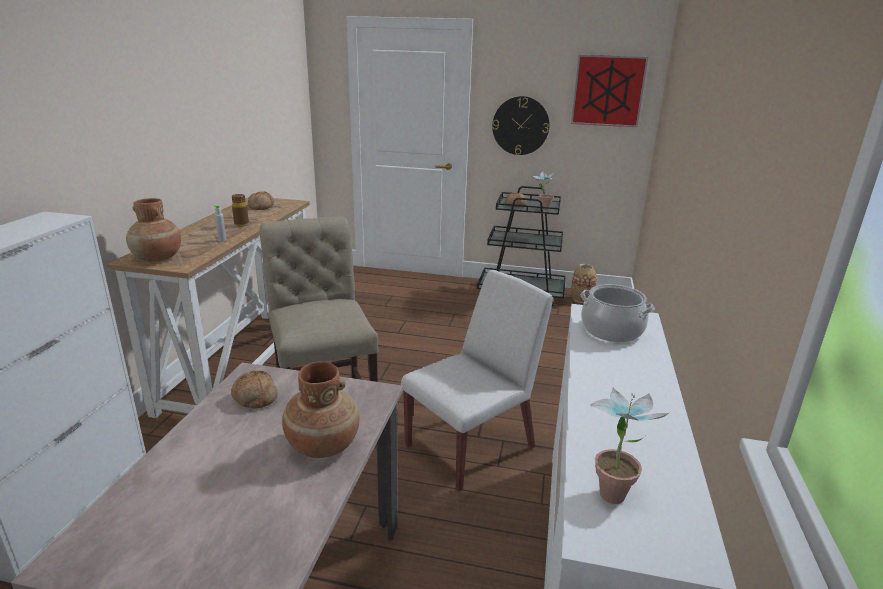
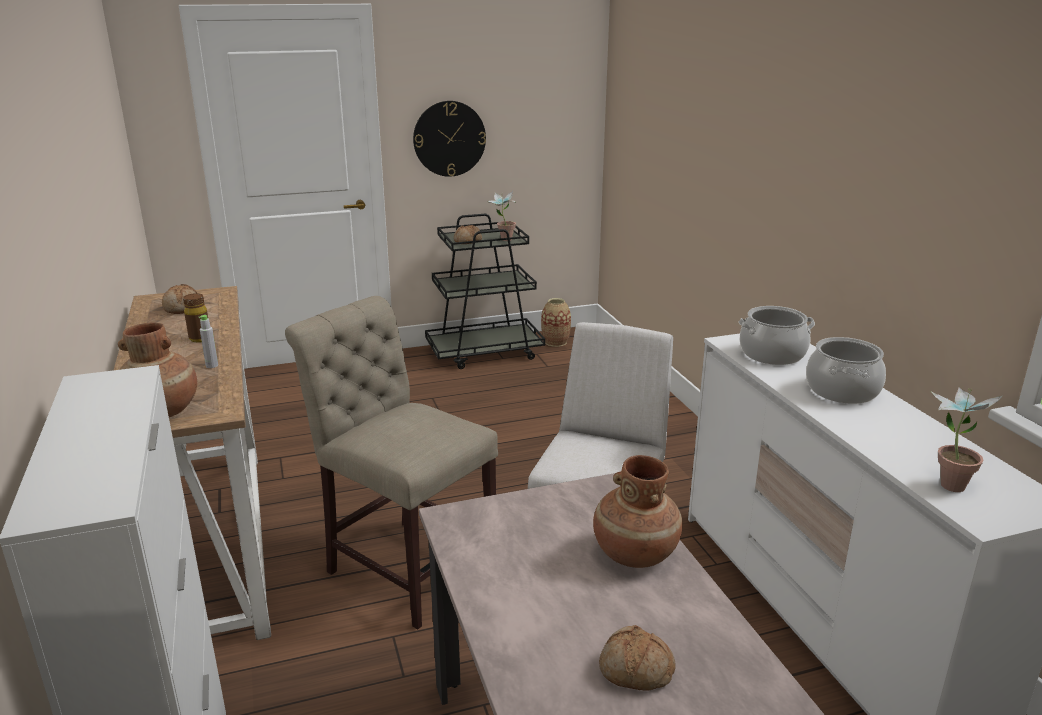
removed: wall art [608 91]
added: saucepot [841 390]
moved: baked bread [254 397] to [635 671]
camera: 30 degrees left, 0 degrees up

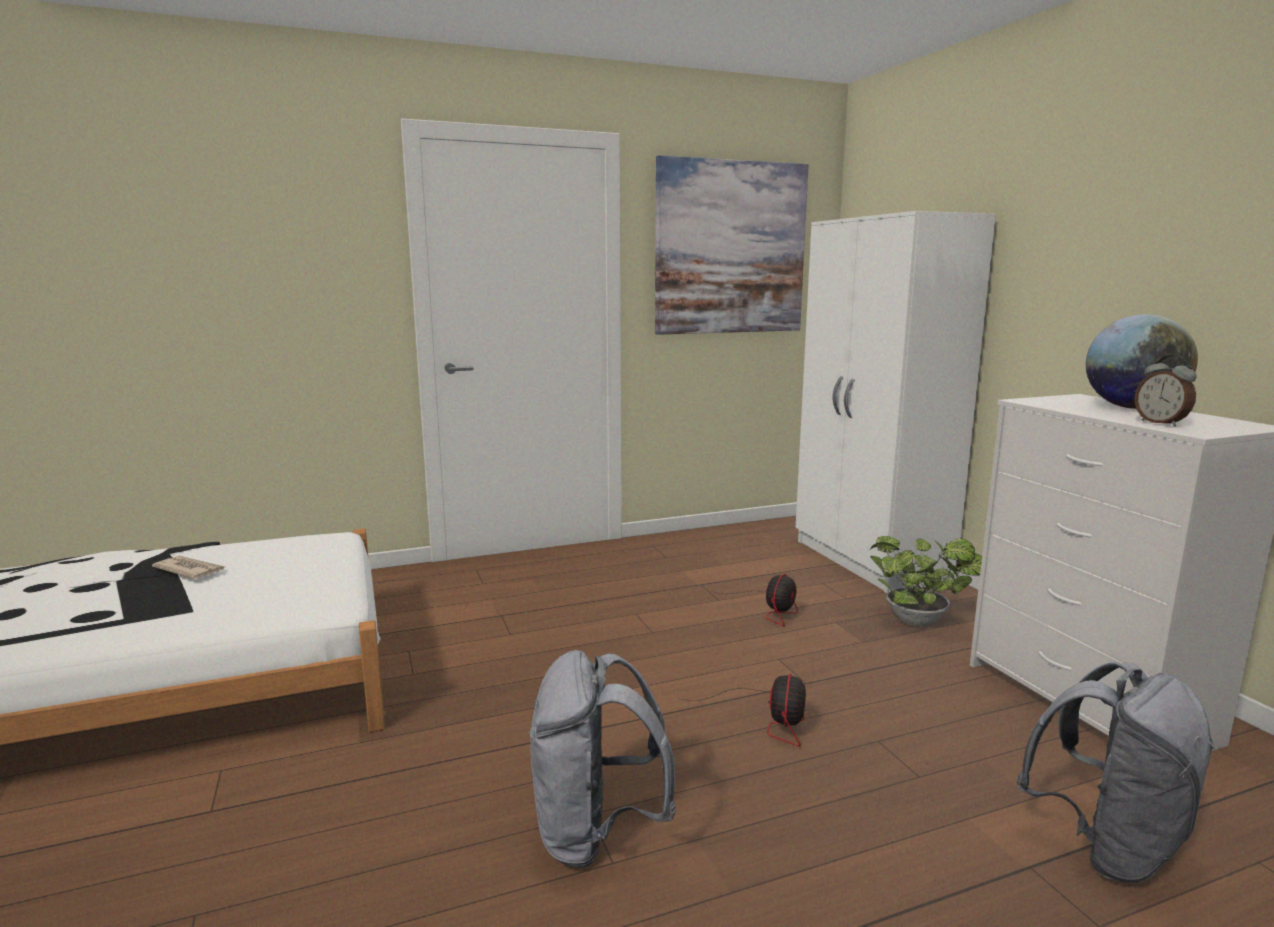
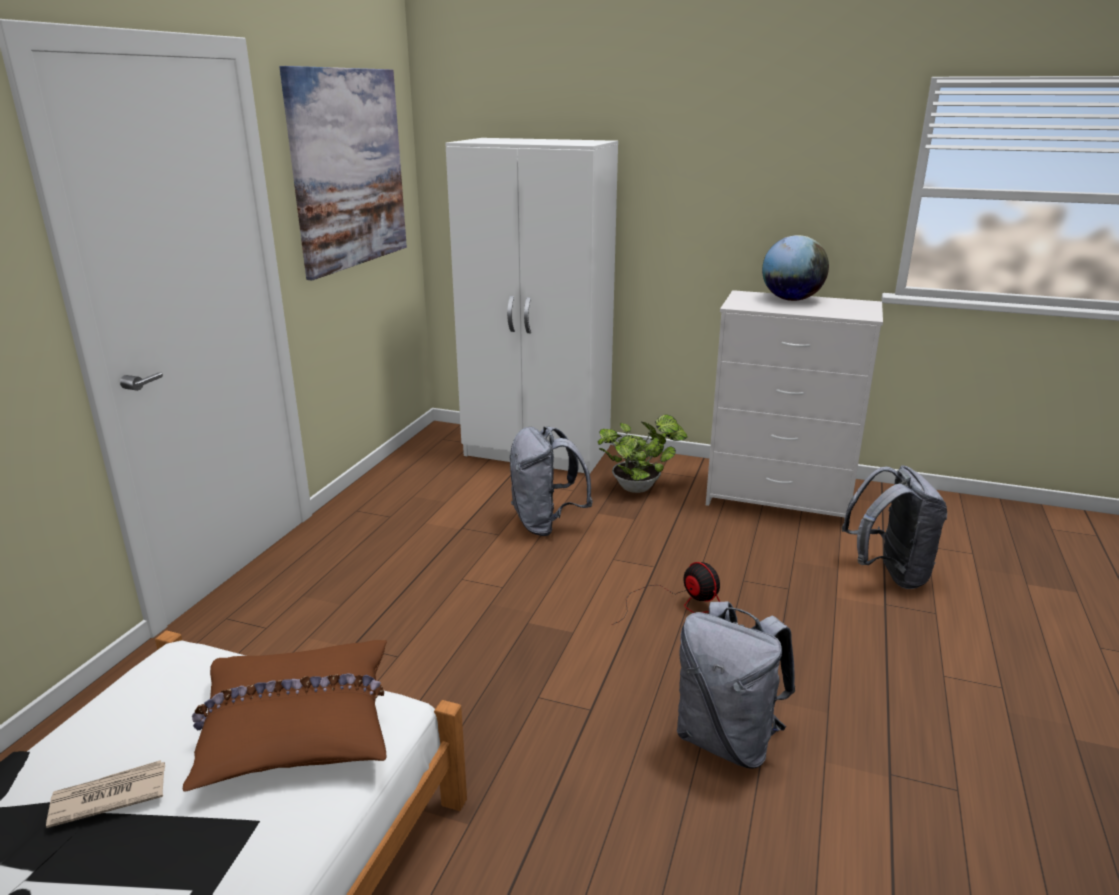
removed: alarm clock [1161 423]
added: pillow (brown-coloured) [296 726]
replaced: cooling fan [771 610] to backpack (greyish) [546 524]
camera: 50 degrees left, 10 degrees up

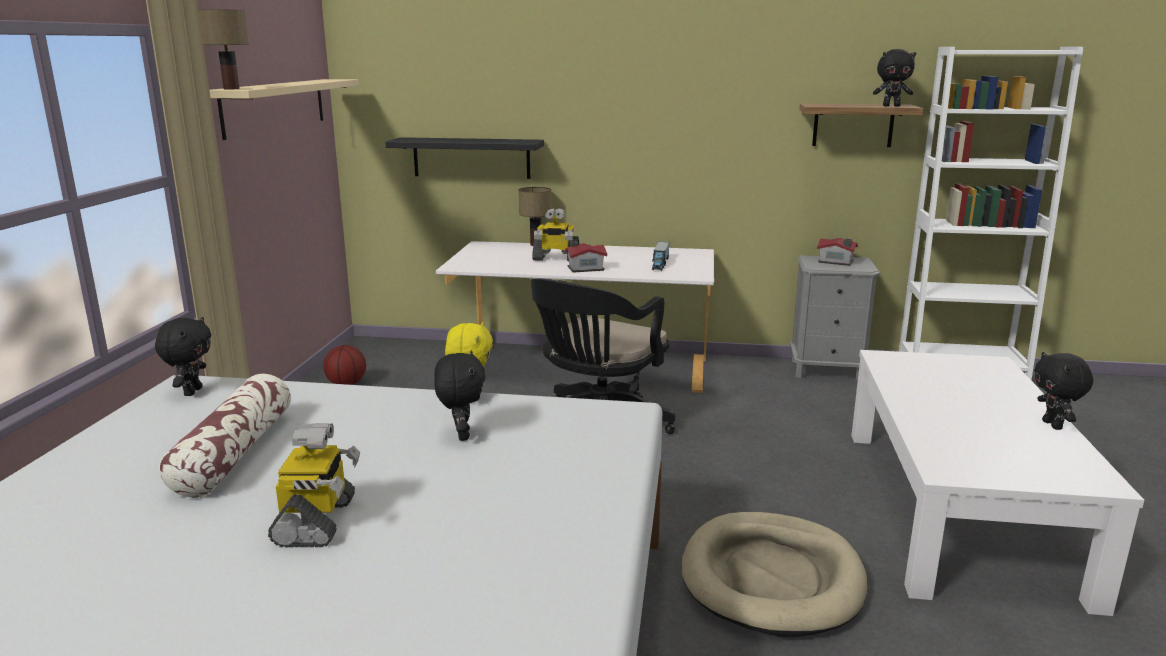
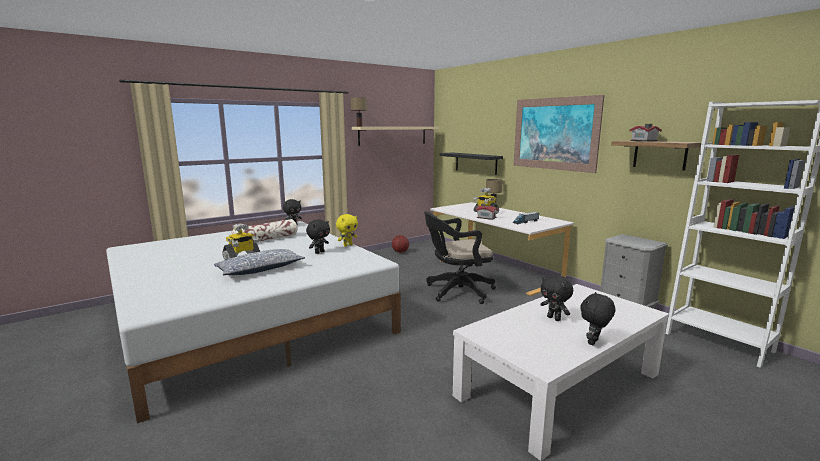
removed: dog cushion (beige-coloured) [772 578]
added: wall art [554 133]; pillow [260 270]
moved: plush toy (black-coloured) [891 106] to [554 318]; model house [836 262] to [643 141]
camera: 45 degrees right, 5 degrees down

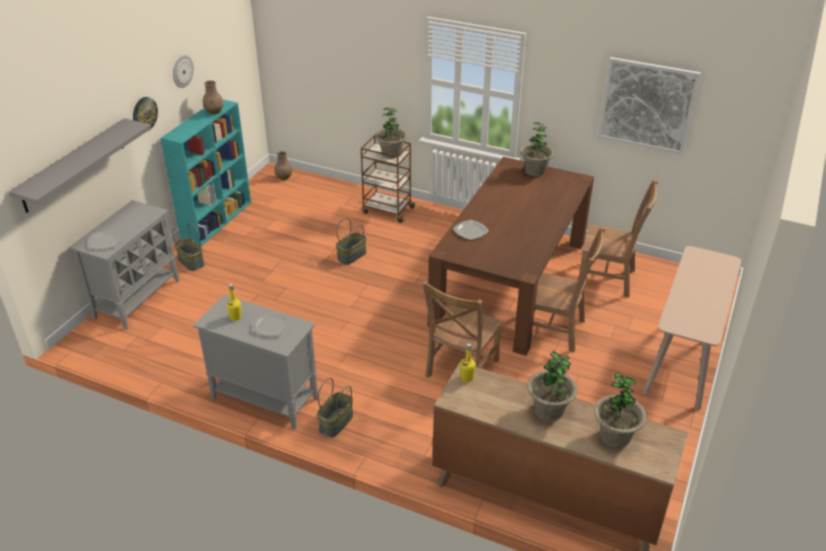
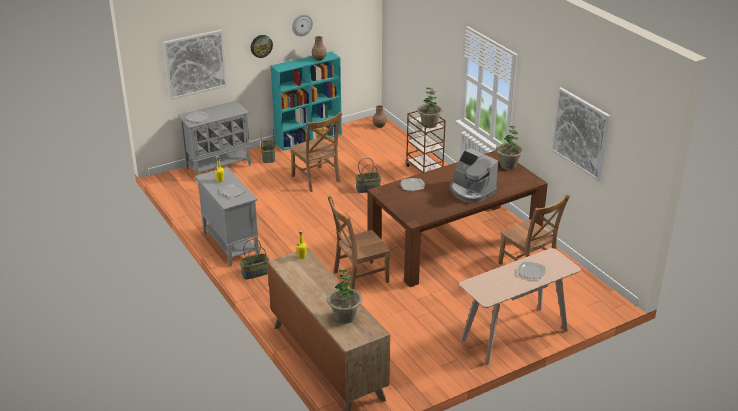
removed: plant in a pot [549 410]
added: coffee machine [471 191]; plate [531 271]
moved: upright chair (brown-coloured) [555 331] to [316 180]
replaced: shelf (greyish) [73 165] to wall art [195 64]
camera: 35 degrees right, 5 degrees down

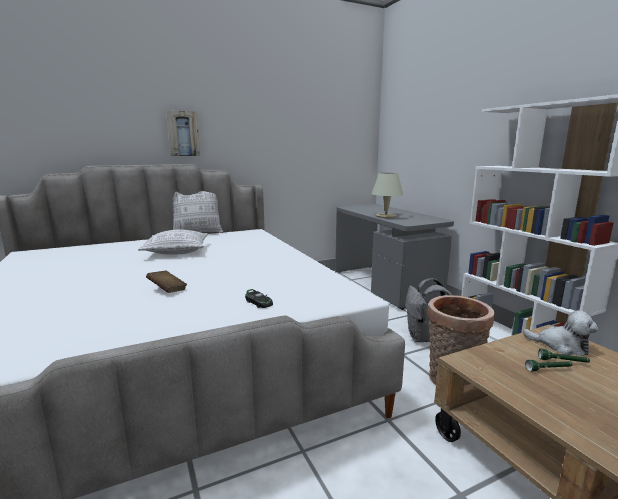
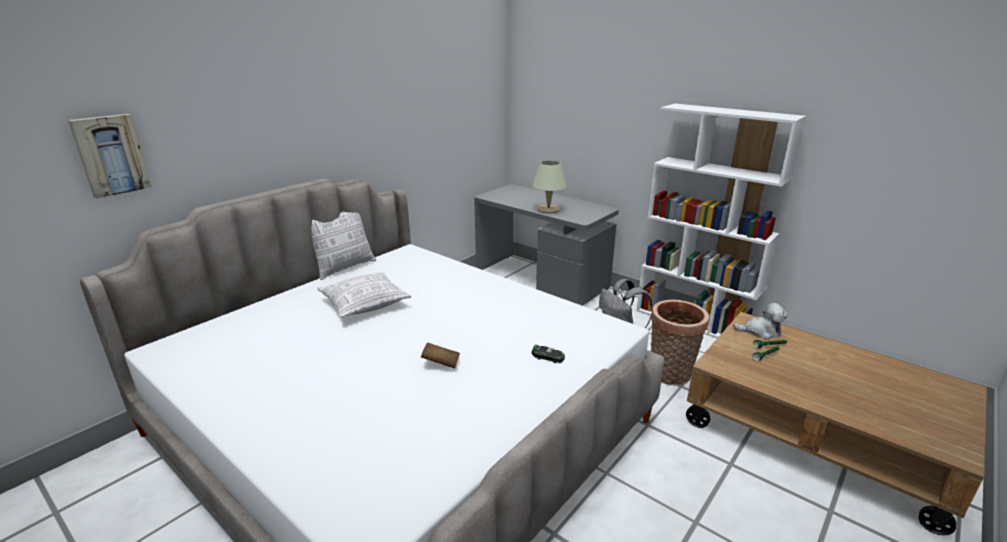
moved: wall art [183 133] to [110 155]
camera: 25 degrees left, 10 degrees up

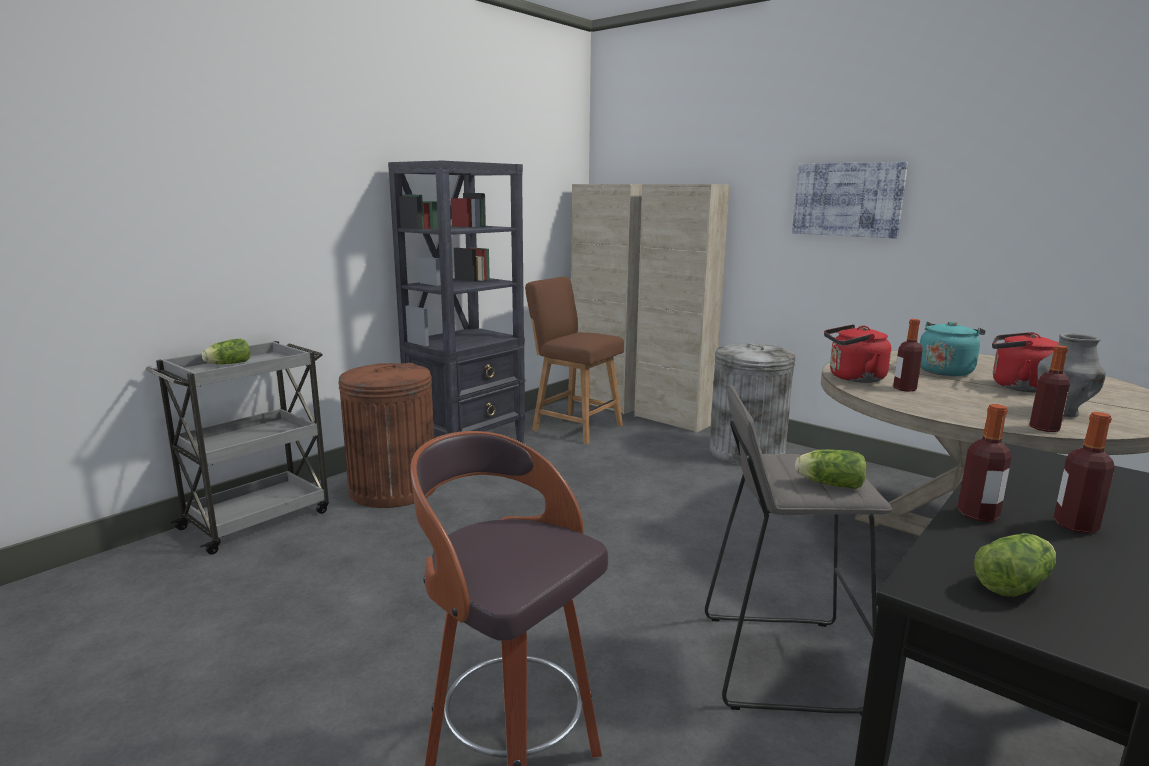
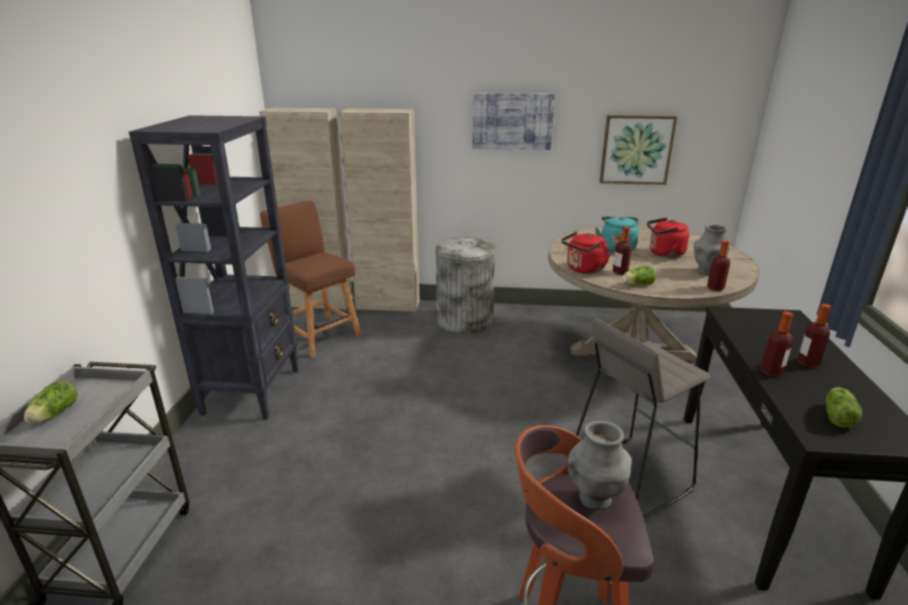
removed: trash can (brown-coloured) [393 489]
added: wall art [636 150]; flower vase (greyish) [594 499]
moved: head of lettuce [828 484] to [636 284]
turned: upright chair (brown-coloured) [574 426] = [318 335] 45 degrees clockwise
camera: 35 degrees left, 10 degrees up

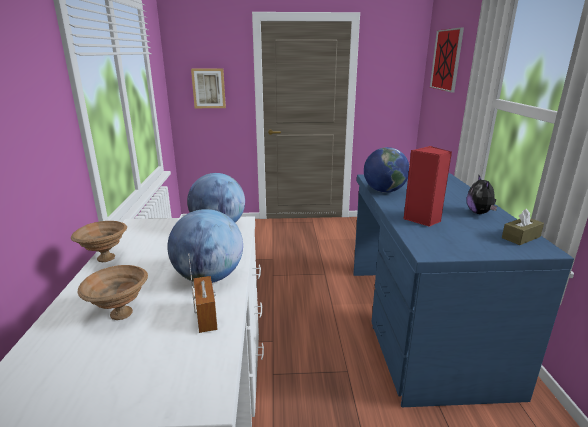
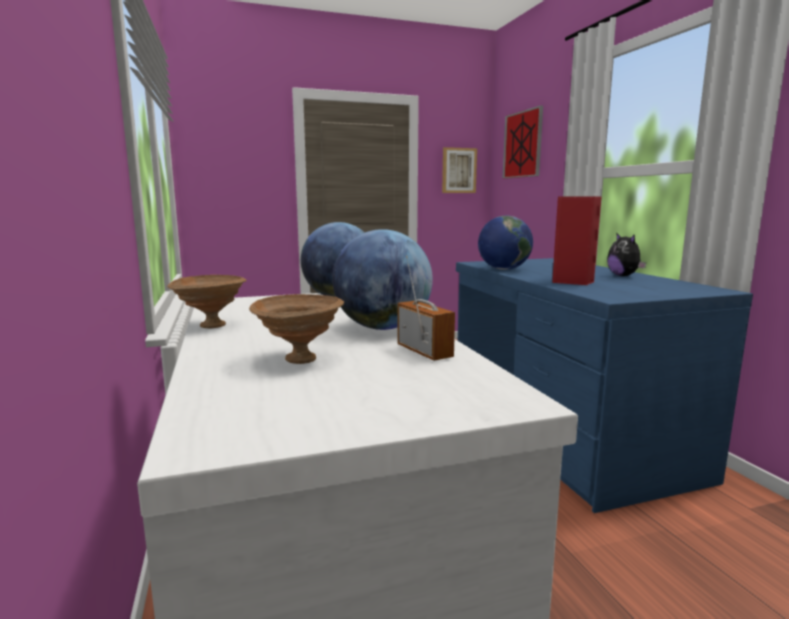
removed: box of tissues (brown-coloured) [521 237]
moved: wall art [209 88] to [458 170]
camera: 15 degrees left, 10 degrees down

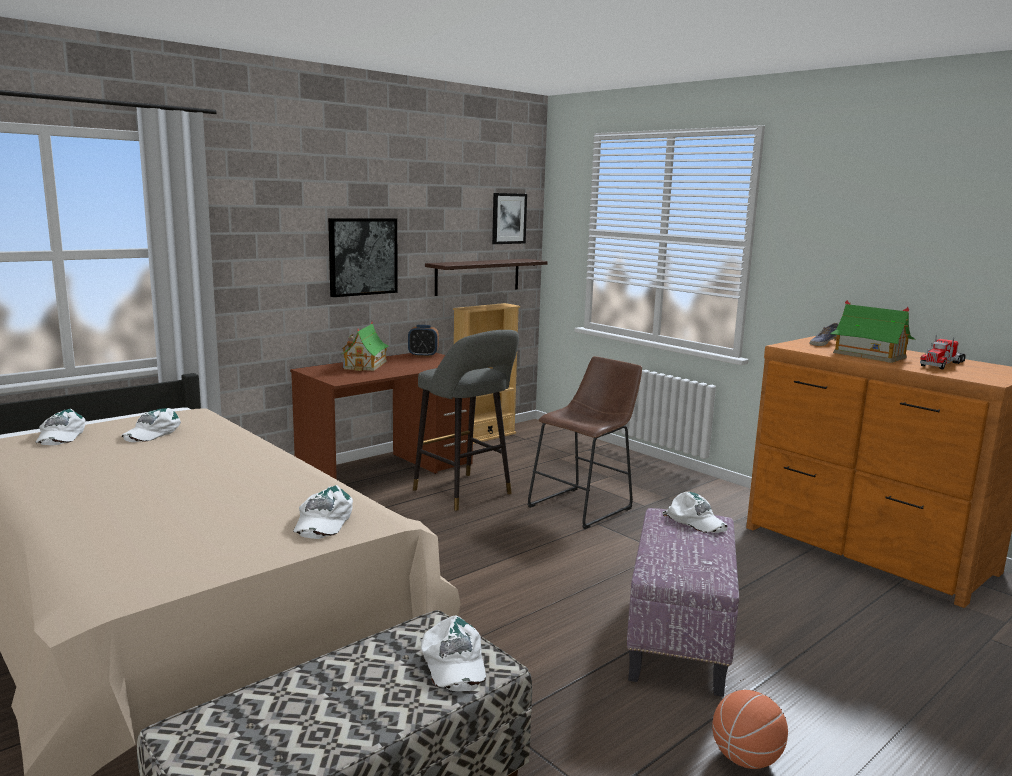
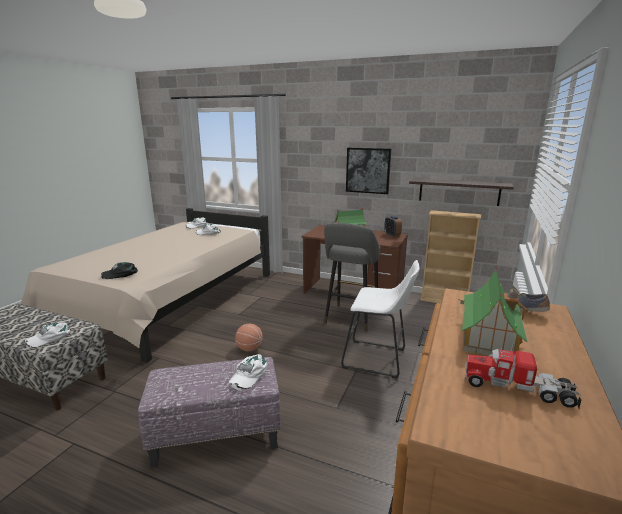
removed: wall art [508 218]
moved: basketball [746 758] to [249 348]
recoloured: sitting stool (brown-coloured) [584 506] to sitting stool (white) [378 359]; cap (white) [322 521] to cap (black-coloured) [120 274]
camera: 65 degrees right, 5 degrees up

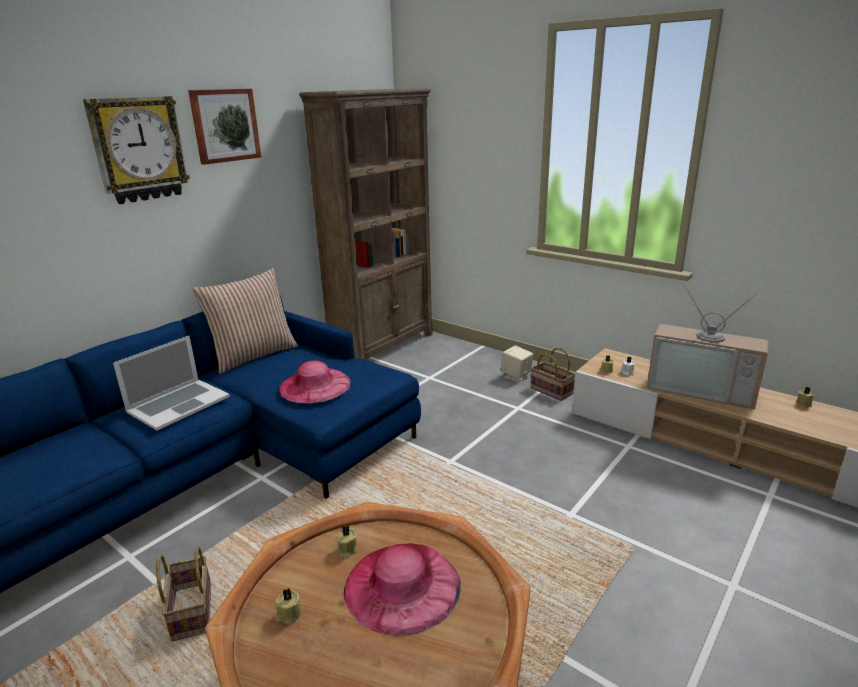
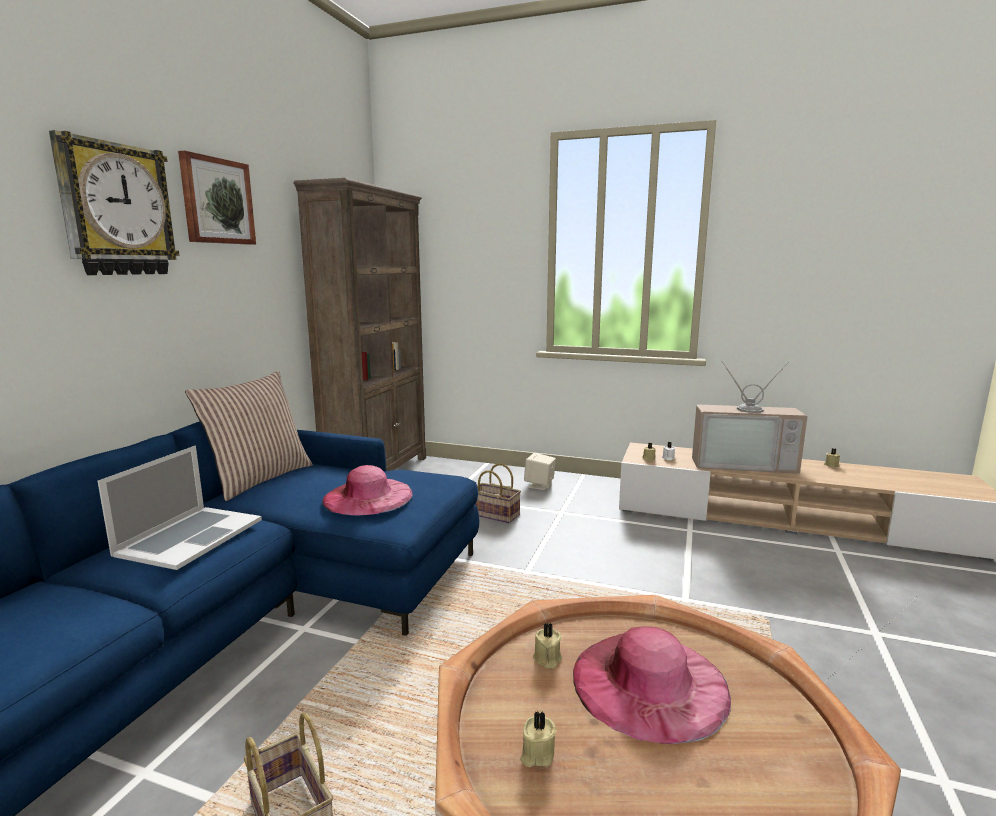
moved: household basket [550 391] to [493 515]
camera: 20 degrees left, 10 degrees down

